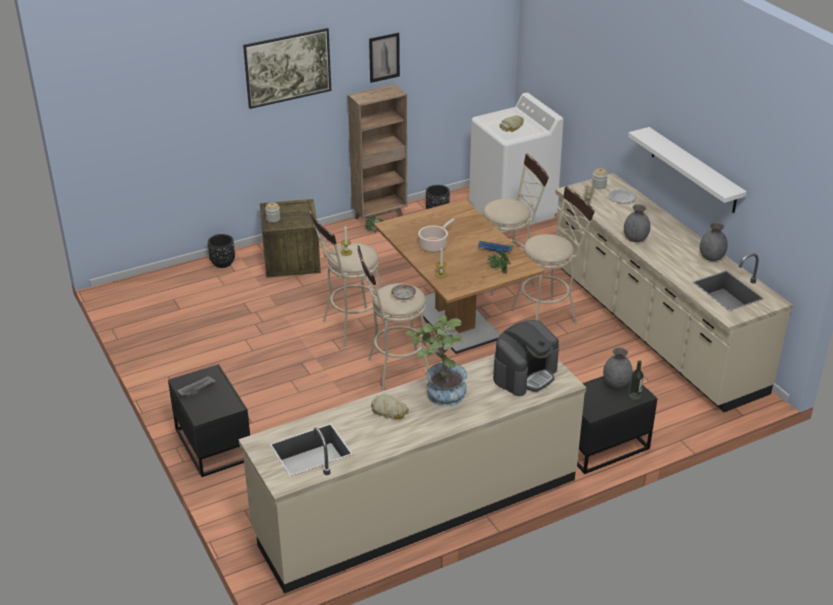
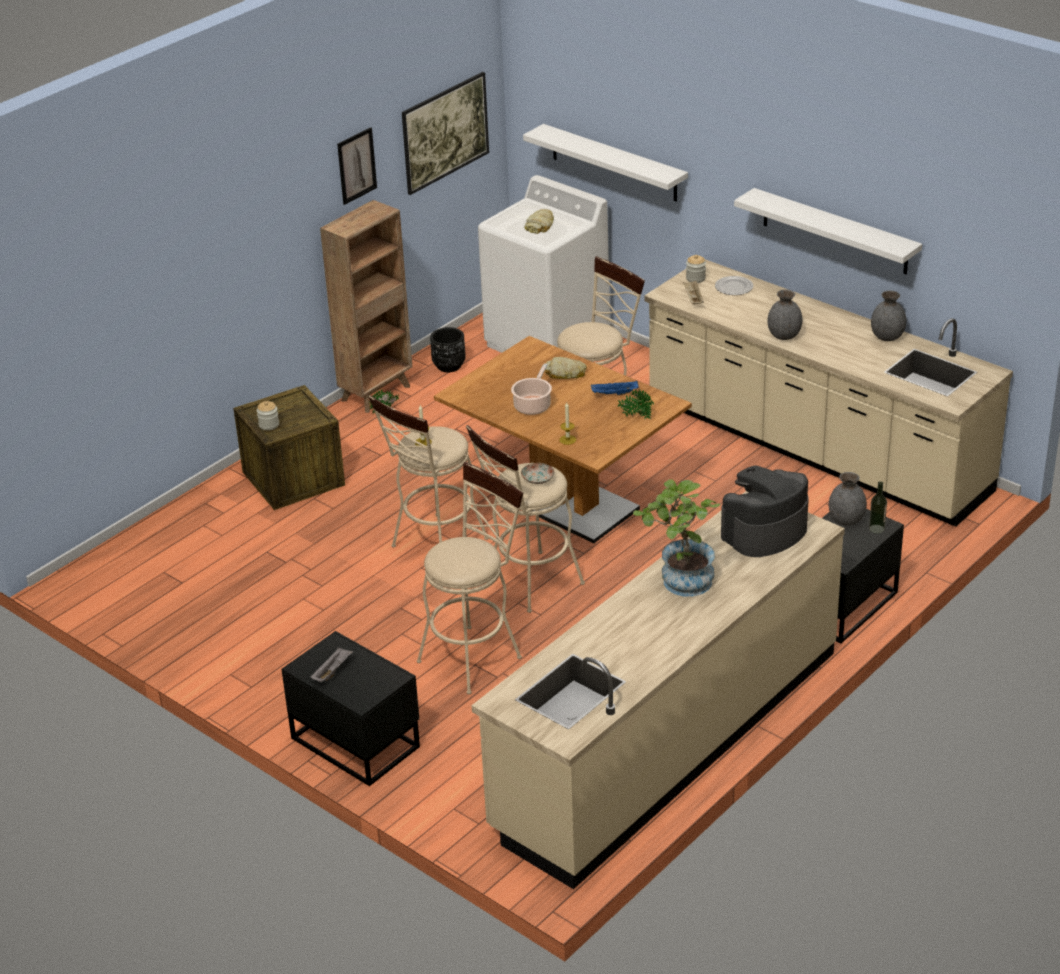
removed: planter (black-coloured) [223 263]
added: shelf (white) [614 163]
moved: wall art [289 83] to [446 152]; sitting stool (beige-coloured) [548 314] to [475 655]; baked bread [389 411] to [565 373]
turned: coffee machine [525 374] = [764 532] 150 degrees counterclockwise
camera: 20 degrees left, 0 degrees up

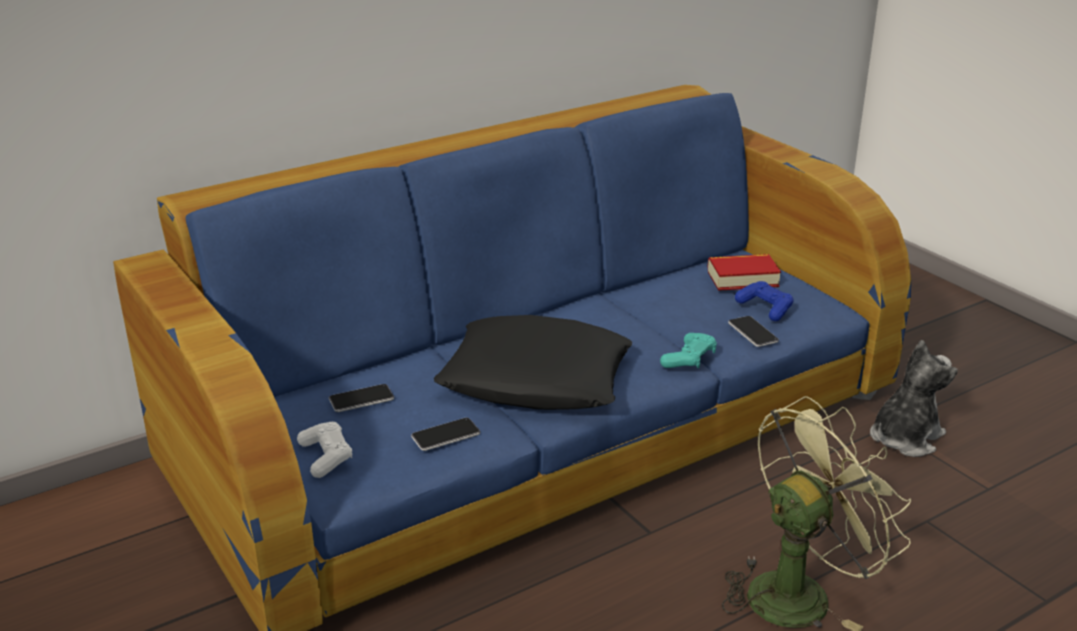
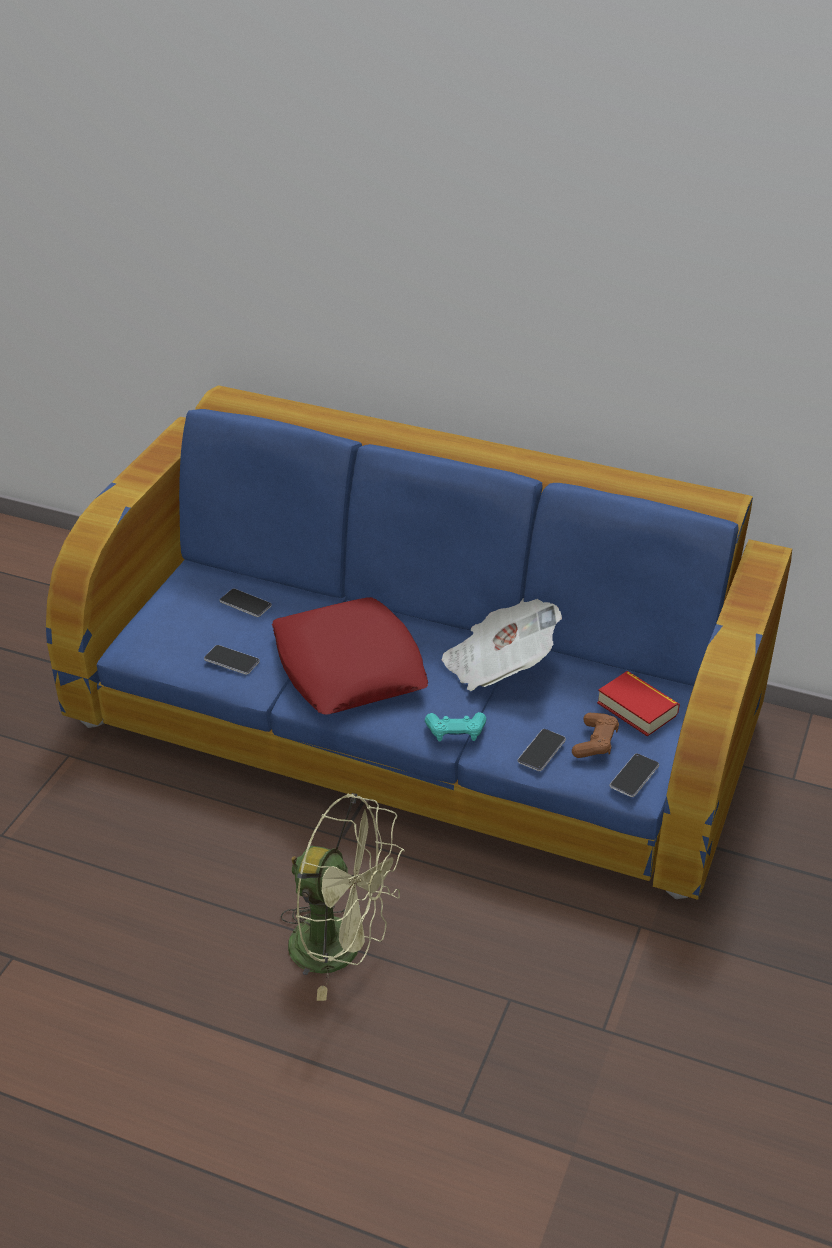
removed: plush toy [904 438]; gamepad (white) [326 457]
added: printed paper [498 666]; phone [634 776]
recoloured: gamepad (bluish) [765 308] to gamepad (brown-coloured) [595 742]; pillow (black-coloured) [535 378] to pillow (red-coloured) [348 667]
camera: 55 degrees right, 10 degrees up

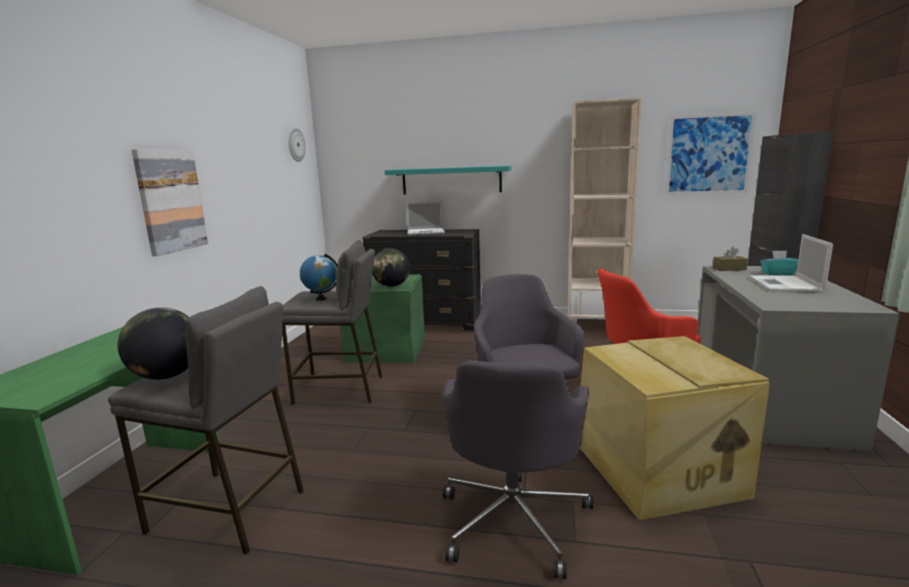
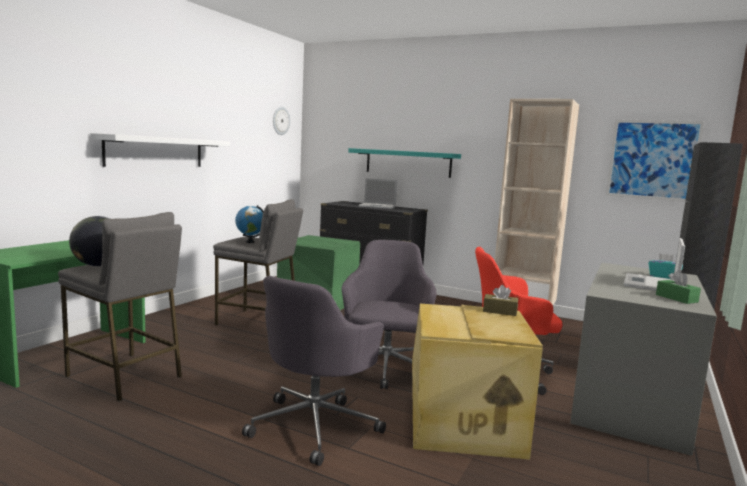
removed: globe [392 286]
added: box of tissues (green-coloured) [676 298]
moved: box of tissues (brown-coloured) [729 269] to [499 311]
replaced: wall art [170 201] to shelf (white) [155 151]
camera: 15 degrees right, 5 degrees down

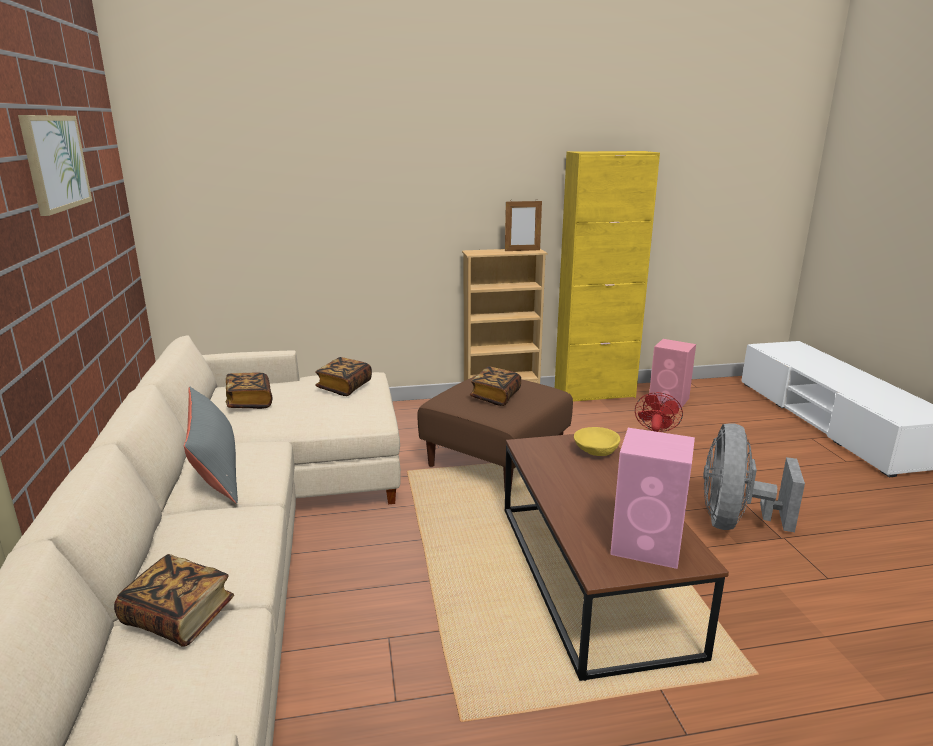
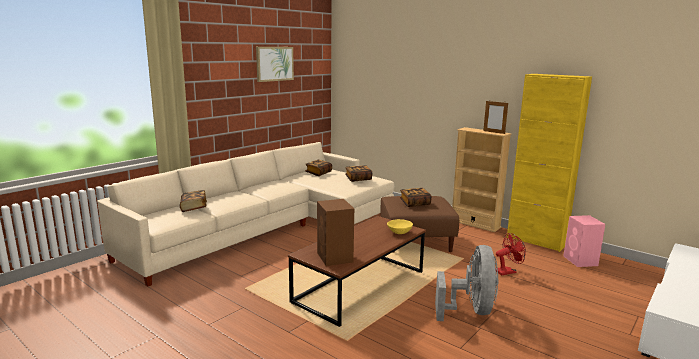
removed: pillow (greyish) [216 470]
recoloured: audio speaker (pink) [648 545] to audio speaker (brown-coloured) [335 258]
turned: cooling fan (greyish) [734 521] = [470 310] 120 degrees clockwise
camera: 50 degrees right, 5 degrees down

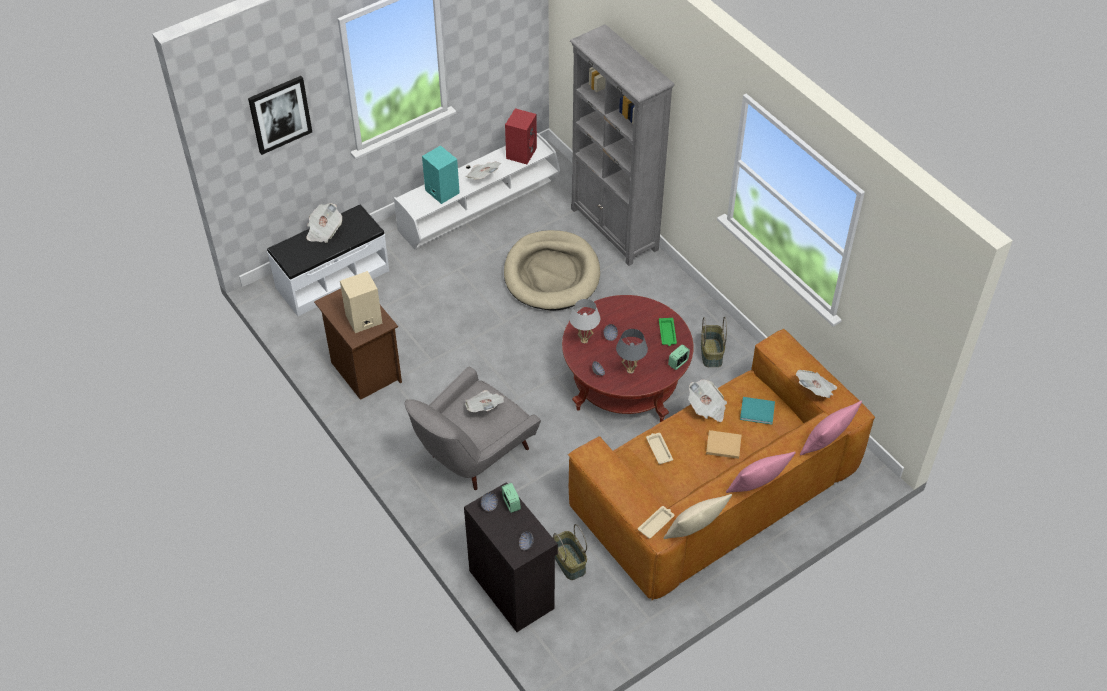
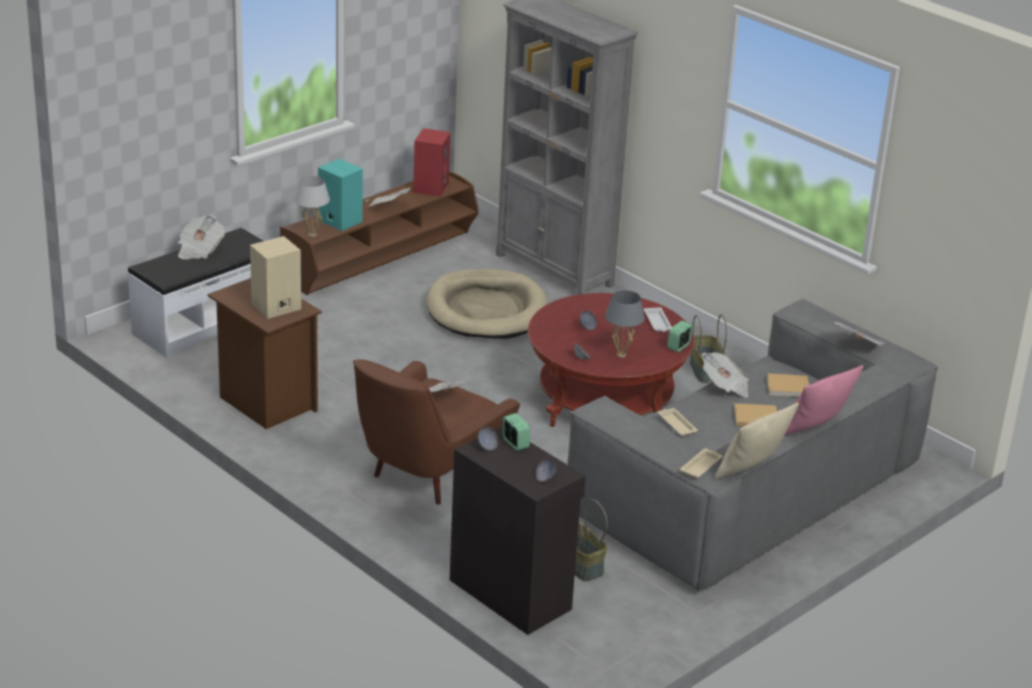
removed: wall art [280 114]; pillow (pink) [825 444]
moved: tabletop lamp (white) [584 340] to [312 235]
recoloured: tv stand (white) [480 209] to tv stand (brown-coloured) [381 258]; tray (green-coloured) [667 333] to tray (white) [657 323]; couch (brown-coloured) [714 488] to couch (greyish) [746 488]; lounge chair (greyish) [472 457] to lounge chair (brown-coloured) [427 474]; book (turquoise-coloured) [758 411] to book (beige-coloured) [789 387]
camera: 10 degrees left, 20 degrees down

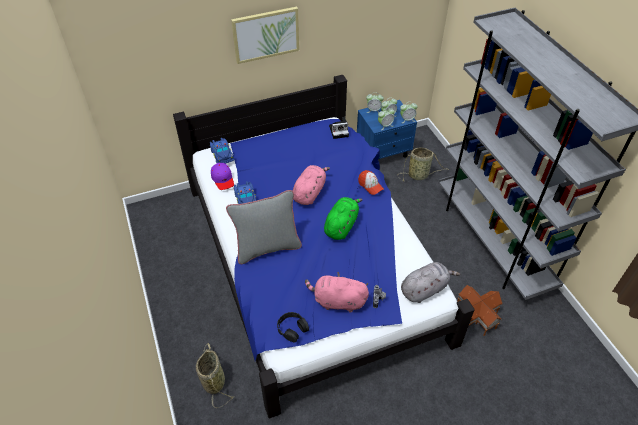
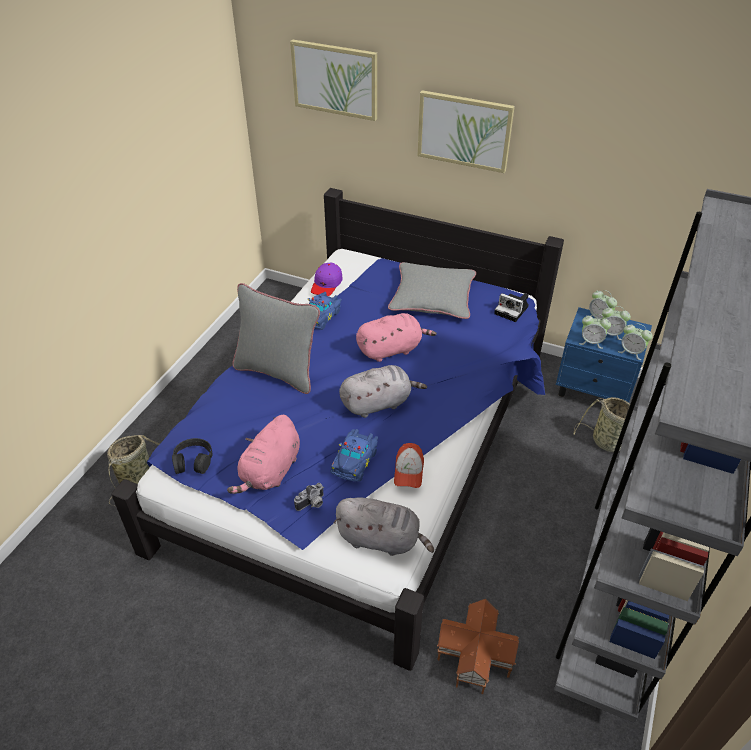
added: wall art [335 79]; pillow (greyish) [432 297]
moved: model car (bluish) [222 154] to [355 460]; cap [370 185] to [408 471]
recoloured: plush toy (green-coloured) [341 226] to plush toy (greyish) [378 403]
turned: plush toy (pink) [337 301] = [270 472] 120 degrees counterclockwise
camera: 45 degrees right, 5 degrees down

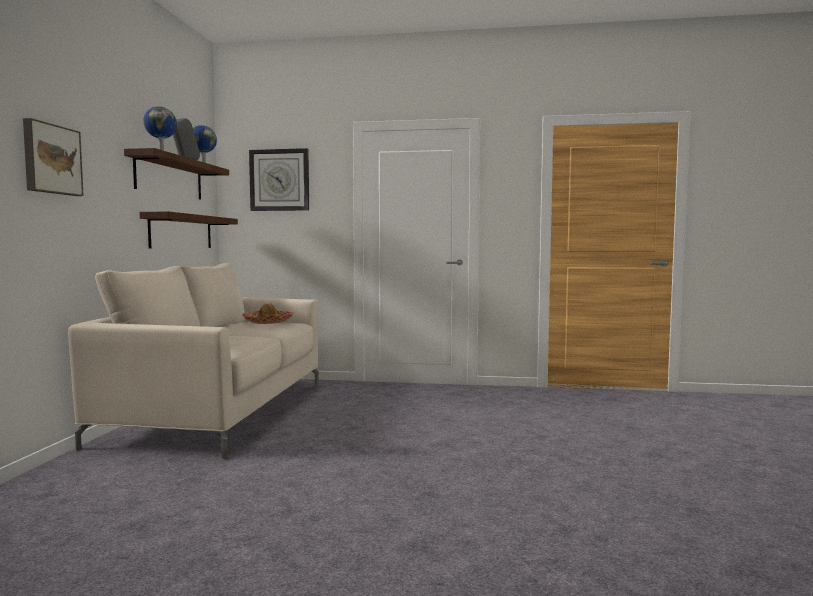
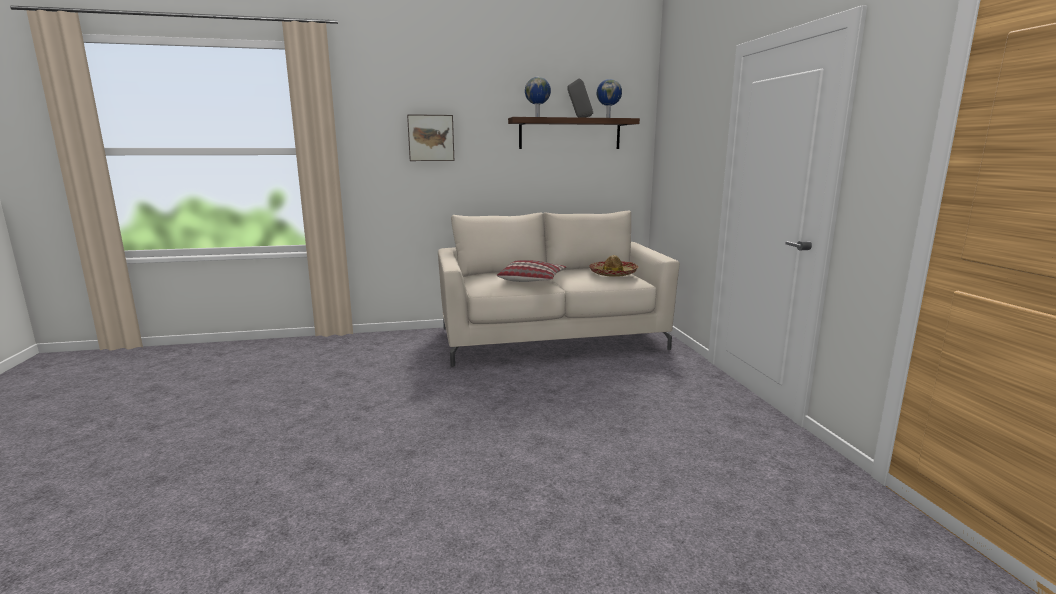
removed: hanging clock [279 180]; shelf [181 232]
added: pillow [532 280]
camera: 70 degrees right, 10 degrees up

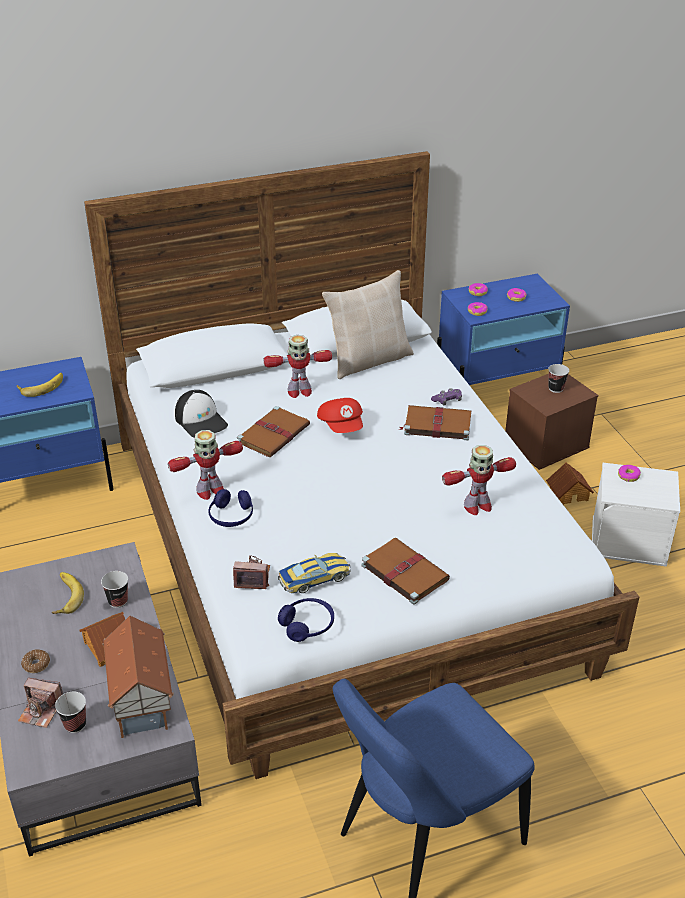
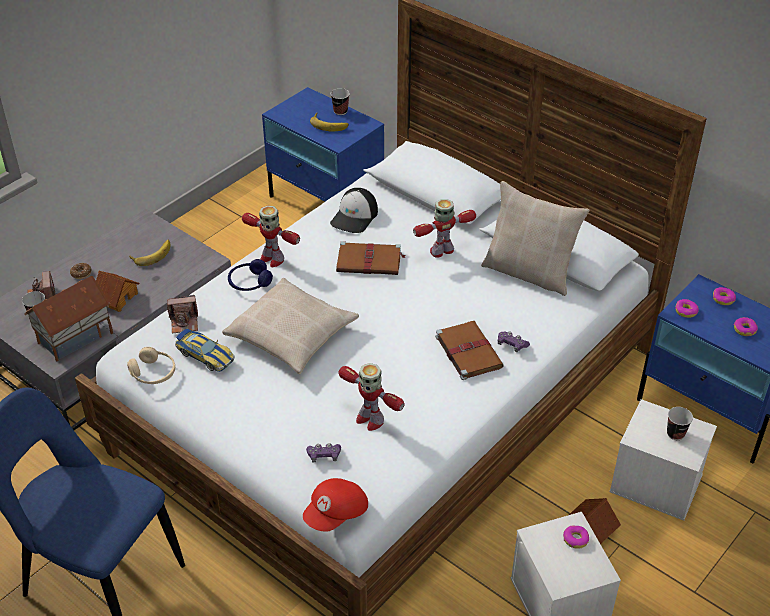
removed: book (brown-coloured) [403 572]
added: pillow (beige-coloured) [292 335]; gamepad (purple) [324 456]
moved: cap (red-coloured) [342 426] to [336 514]; drinking cup [118 601] to [340 111]
recoloured: storage box (brown-coloured) [546 445] to storage box (white) [654 484]; headset (bluish) [307 625] to headset (beige-coloured) [153 373]
turned: model robot [299 391] = [442 251] 105 degrees clockwise; still camera [252 578] = [184 322] 105 degrees clockwise
camera: 60 degrees right, 5 degrees up

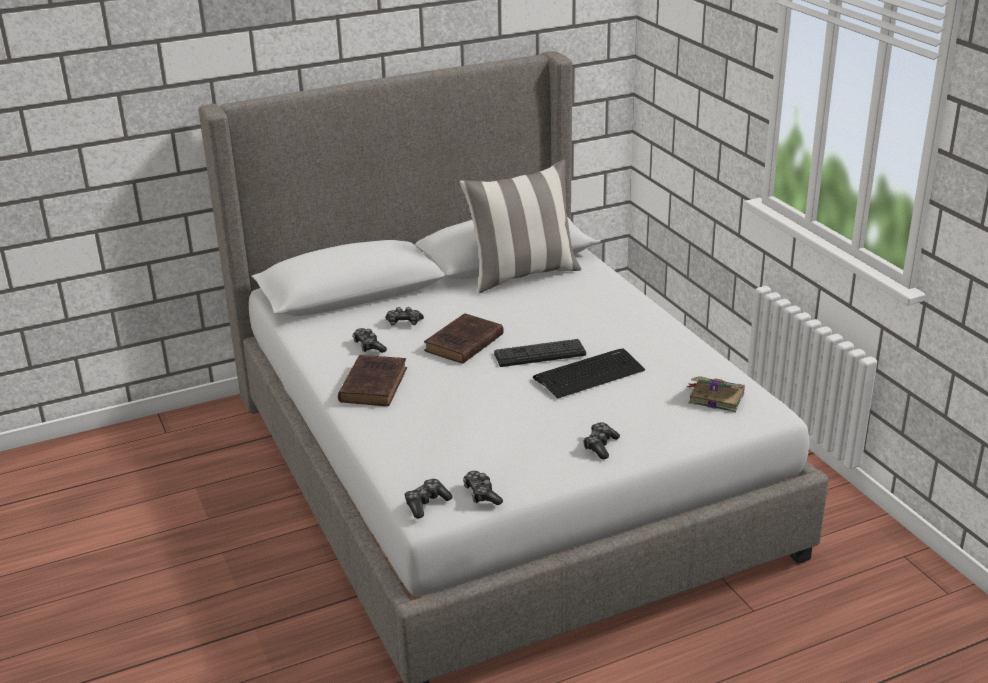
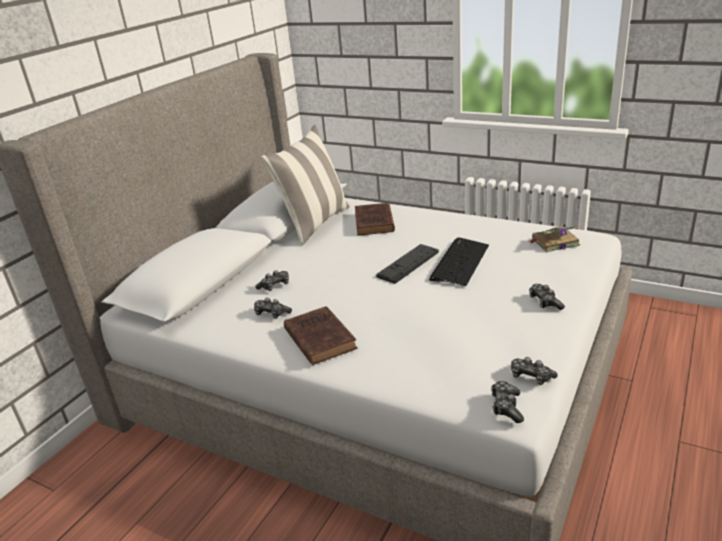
moved: book (brown-coloured) [462 344] to [374 223]
camera: 35 degrees left, 0 degrees up

